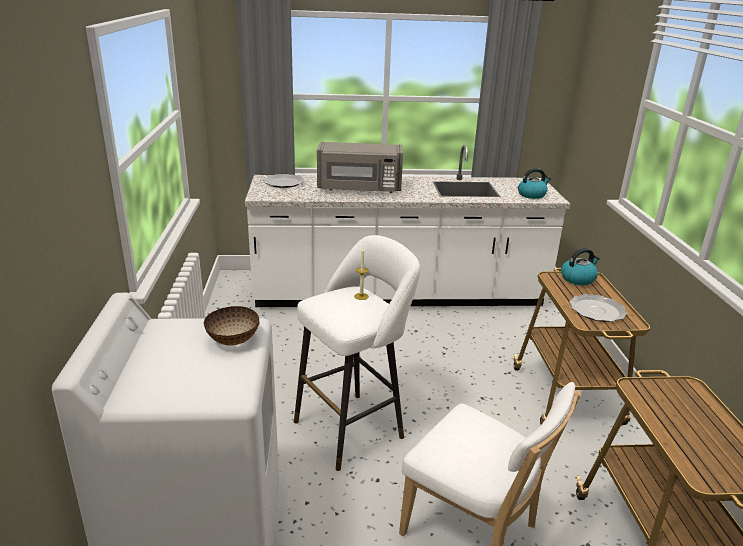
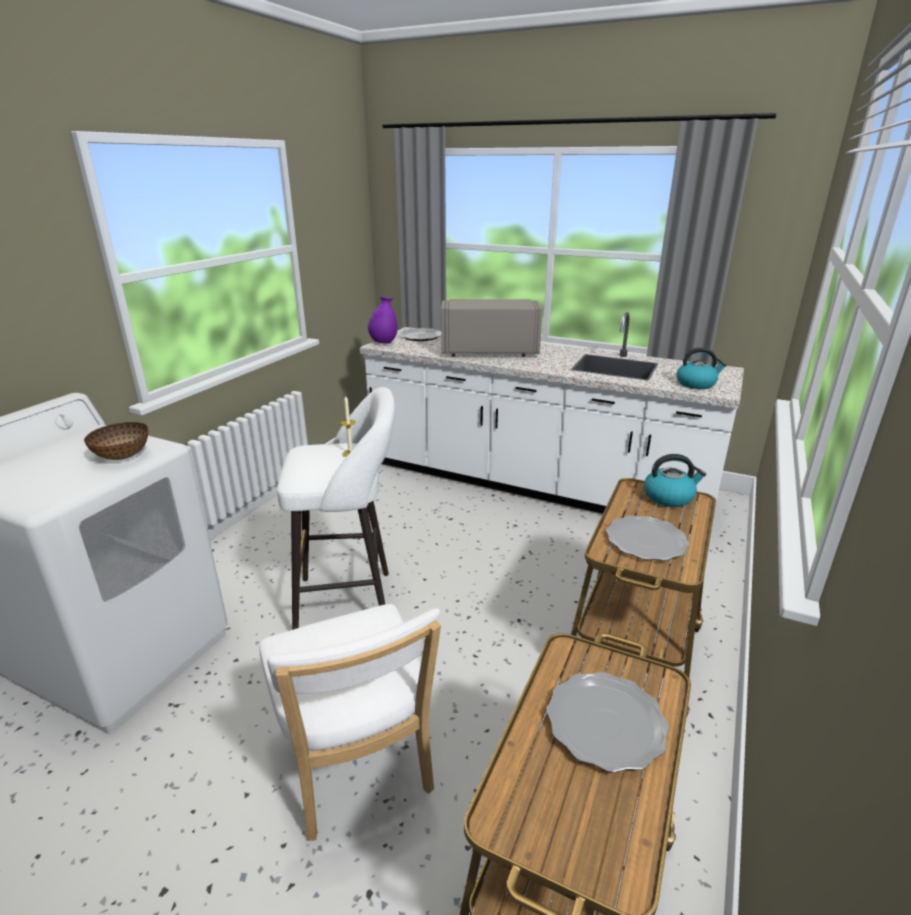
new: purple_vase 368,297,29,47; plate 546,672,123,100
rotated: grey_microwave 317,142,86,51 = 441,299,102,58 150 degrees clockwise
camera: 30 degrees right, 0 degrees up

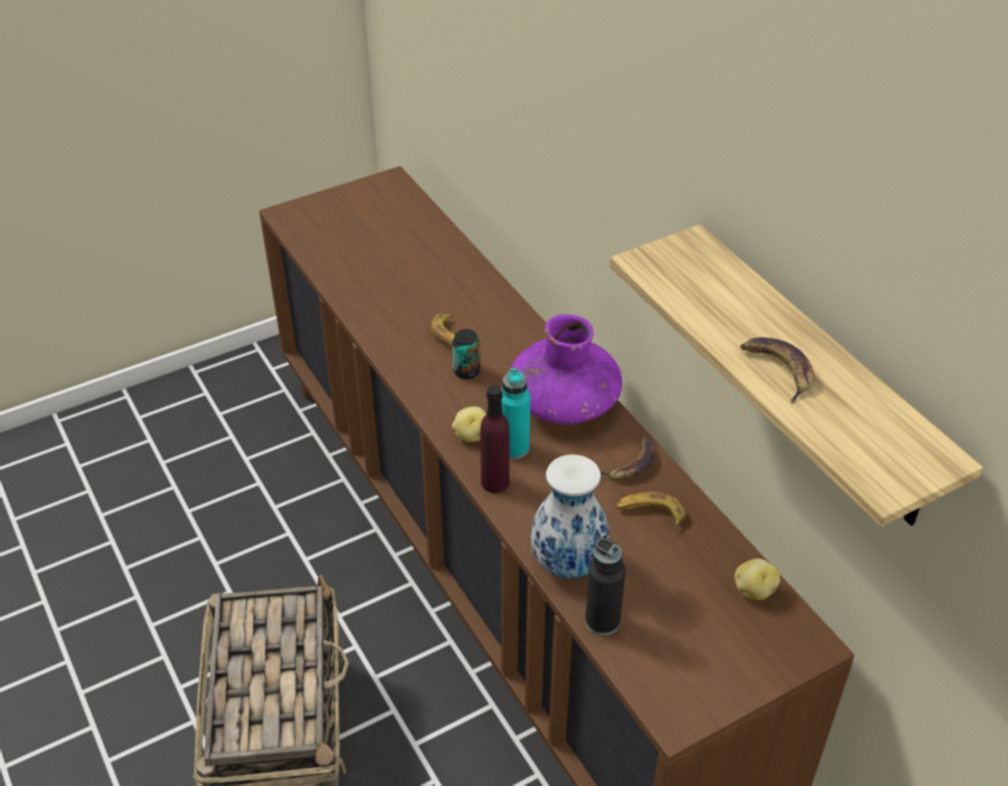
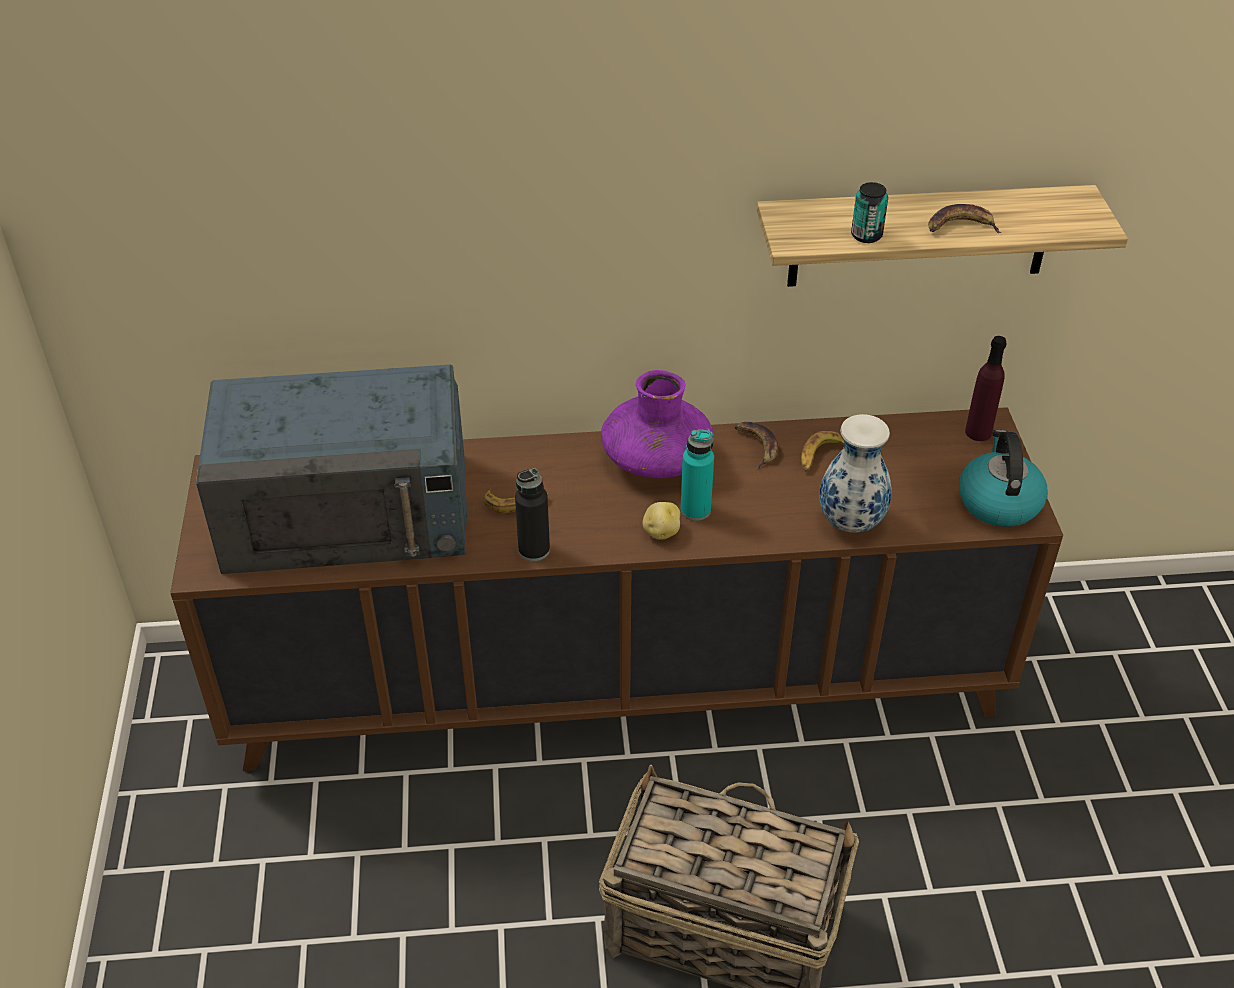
gone: potato 735,558,45,42
new: blue_microwave 196,364,271,210; kettle 959,430,89,97
shifted: black_bottle 585,537,41,98 to 515,468,35,93; can 452,329,29,50 to 851,182,37,61; purple_bottle 480,385,30,108 to 965,336,42,105
camera: 65 degrees left, 0 degrees up

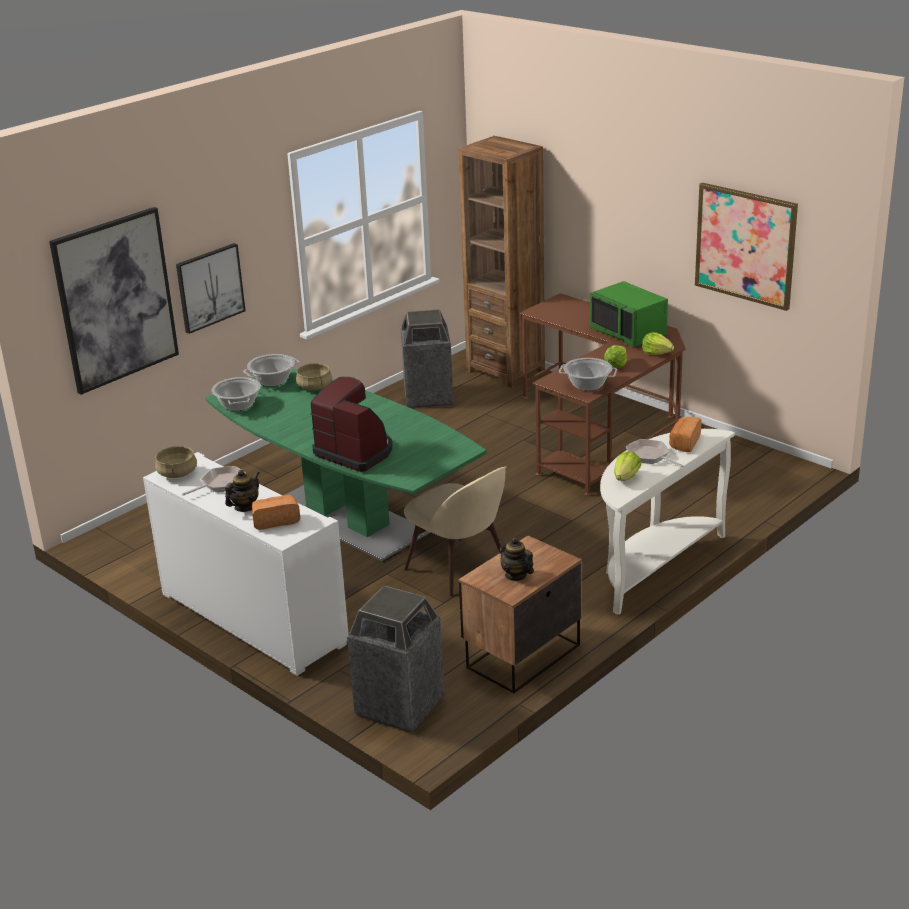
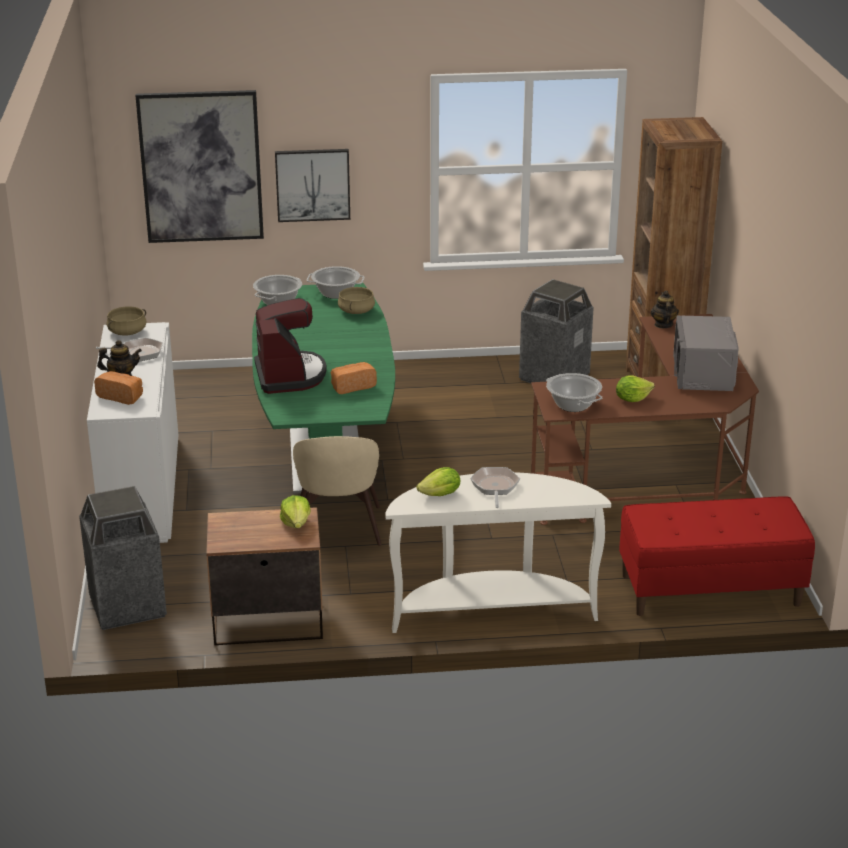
gone: picture 695,183,103,128
new: red_bench 619,497,196,119
shifted: lettuce 642,332,32,23 to 280,495,31,33; bread 669,417,33,35 to 331,362,46,32; teapot 499,537,35,44 to 651,291,28,37
repainted: green_microwave 590,281,78,66 to grey_microwave 673,315,66,76
camera: 40 degrees right, 0 degrees up

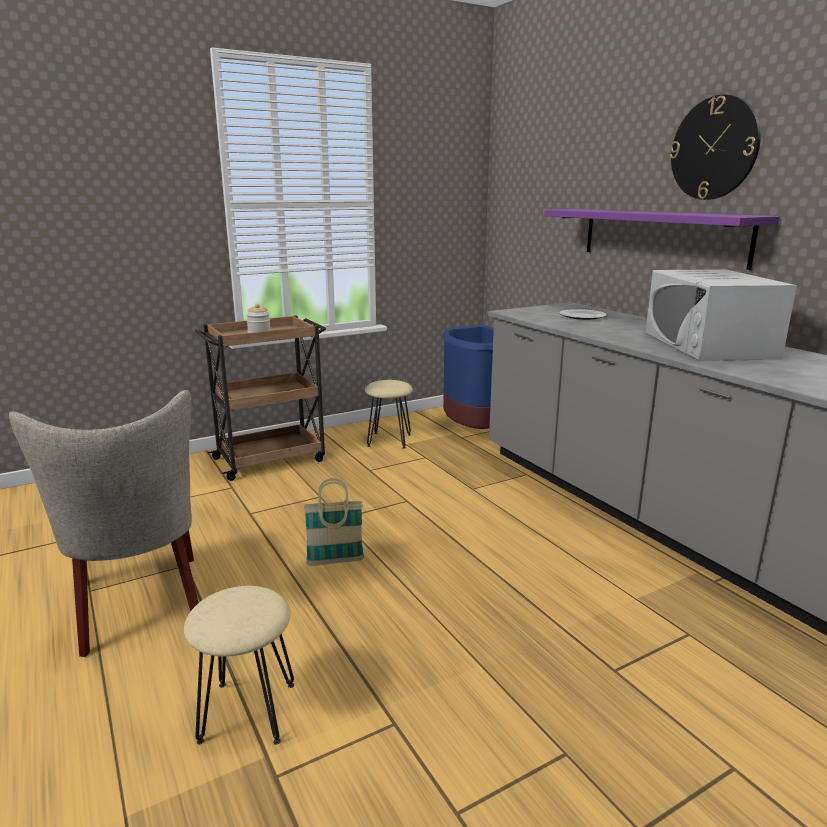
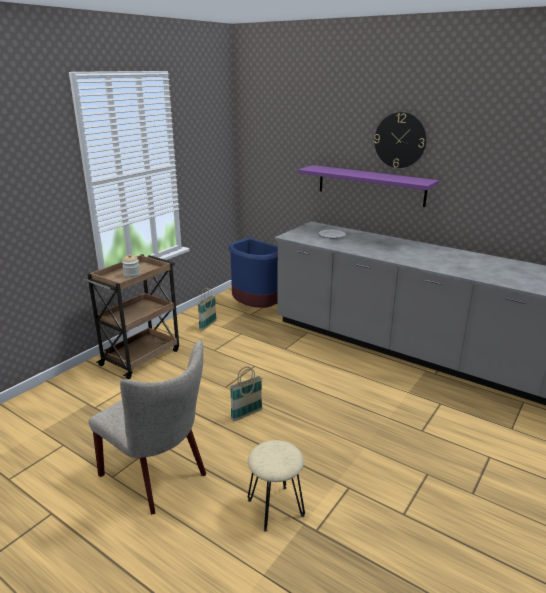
gone: white_microwave 645,269,152,92
swapped: beige_stool 365,380,48,69 to basket 198,288,19,43
camera: 25 degrees left, 5 degrees up

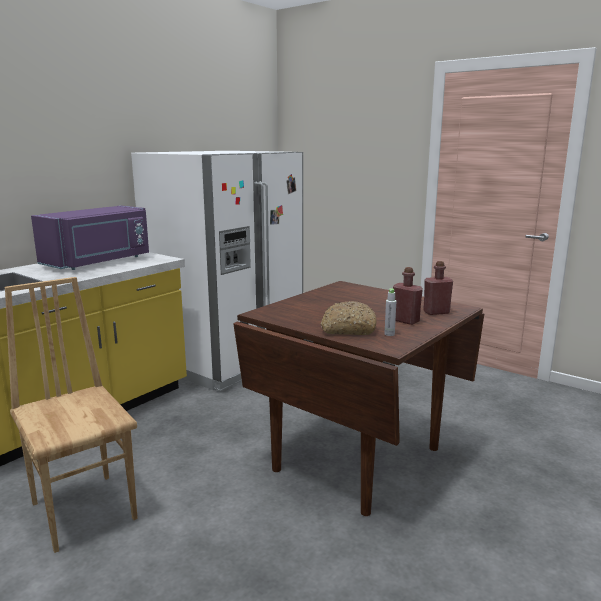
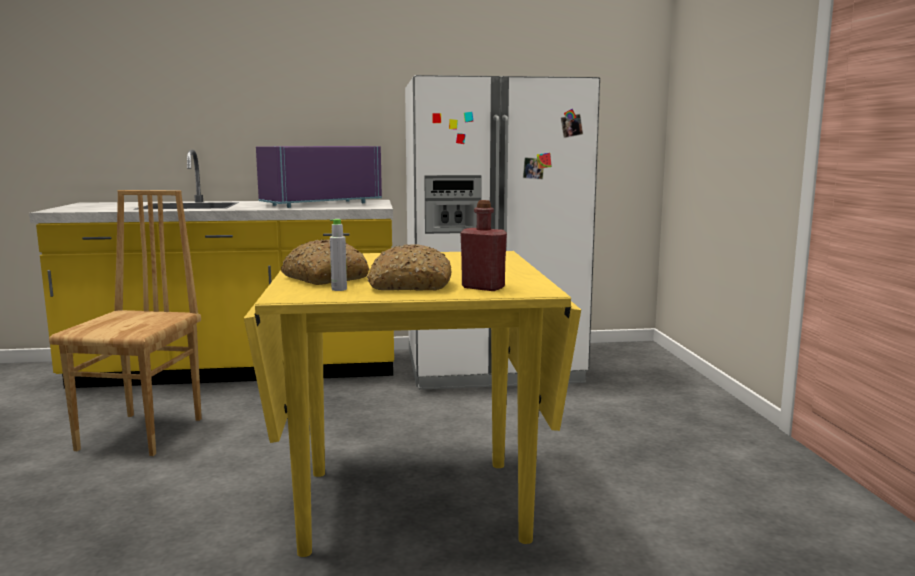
swapped: red_bottle 393,267,30,58 to bread 367,244,84,47
repainted: brown_dining_table 233,281,251,235 to yellow_dining_table 244,251,337,306
rotated: purple_microwave 31,205,118,65 = 256,146,126,62 150 degrees clockwise
camera: 45 degrees right, 5 degrees down

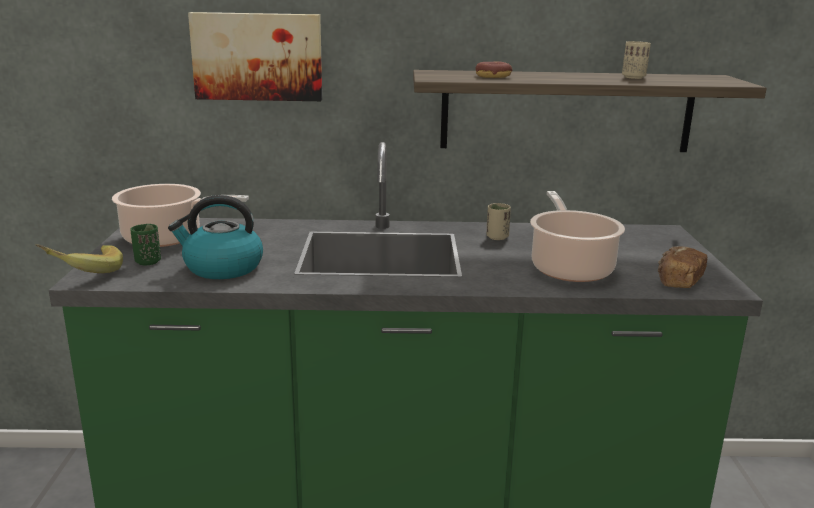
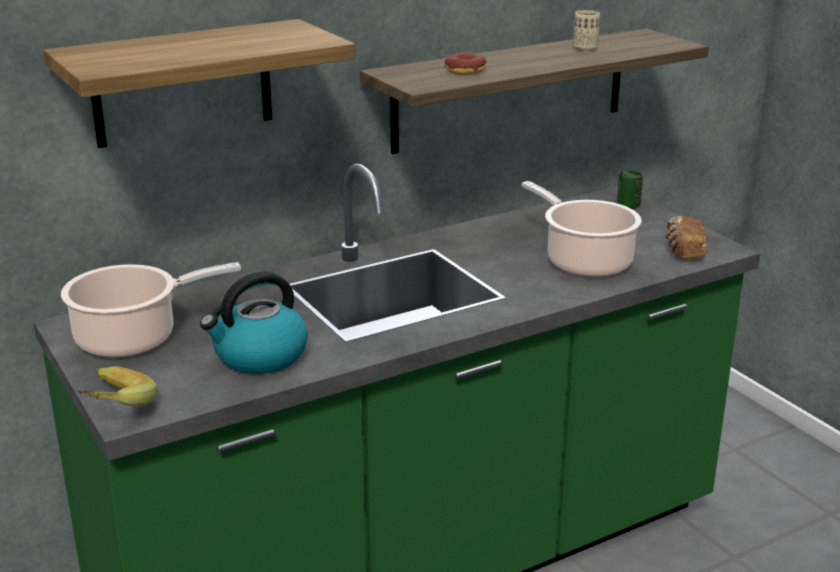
gone: beige_cup 487,203,24,37
shifted: green_cup 130,224,31,41 to 617,170,26,39
swapped: picture 188,12,134,89 to shelf 43,19,313,129
camera: 30 degrees left, 5 degrees up

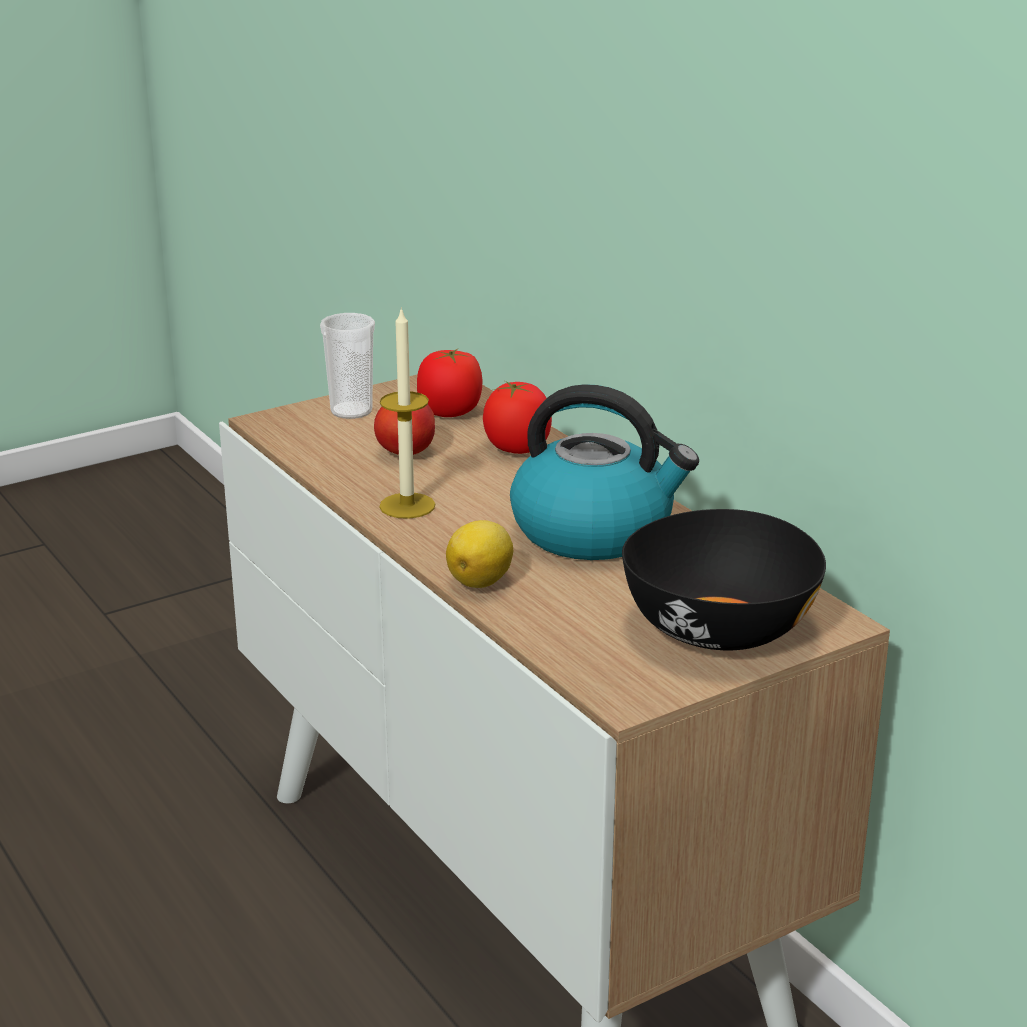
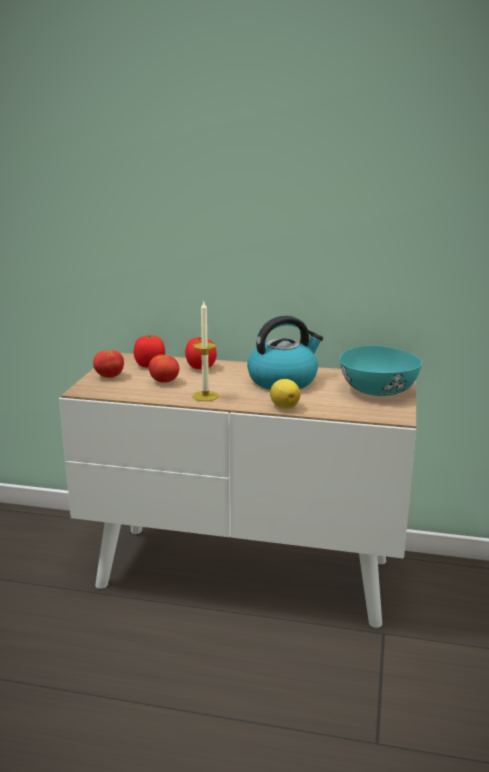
swapped: cup 320,313,55,106 to tomato 93,350,31,28
repainted: black_bowl 622,509,204,141 to turquoise_bowl 340,346,82,50
camera: 45 degrees left, 5 degrees down

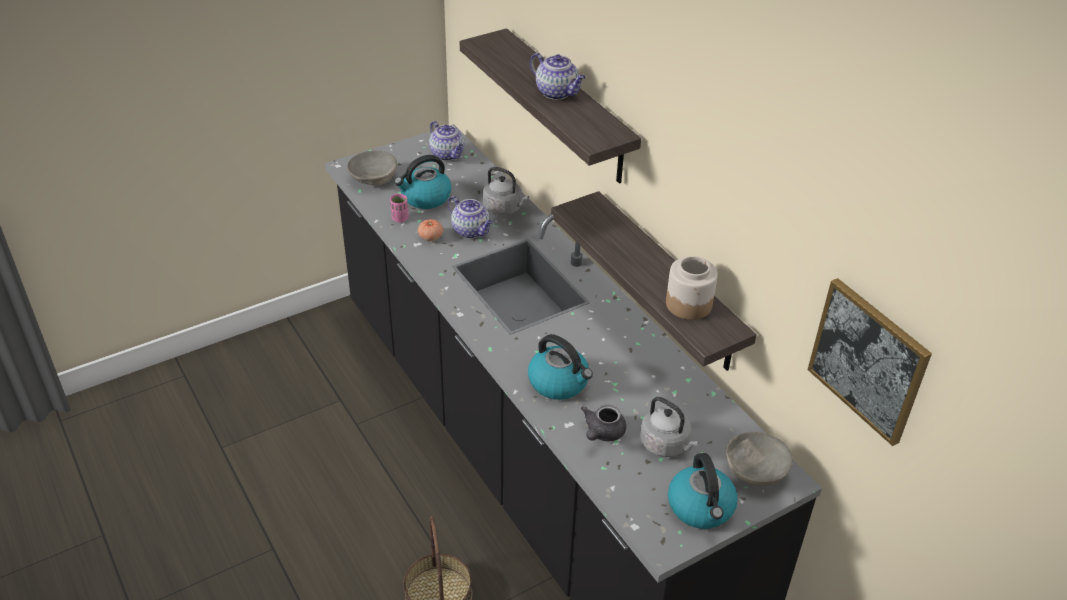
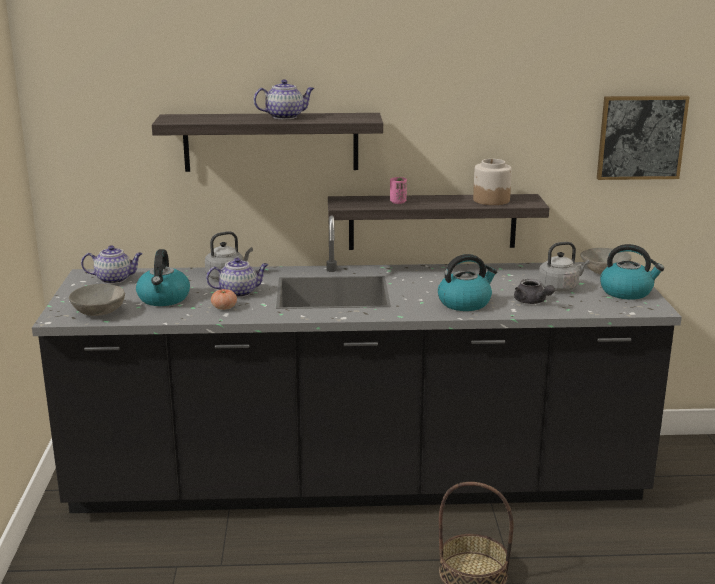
shifted: pink_cup 390,194,19,28 to 390,177,17,27
camera: 60 degrees left, 20 degrees down

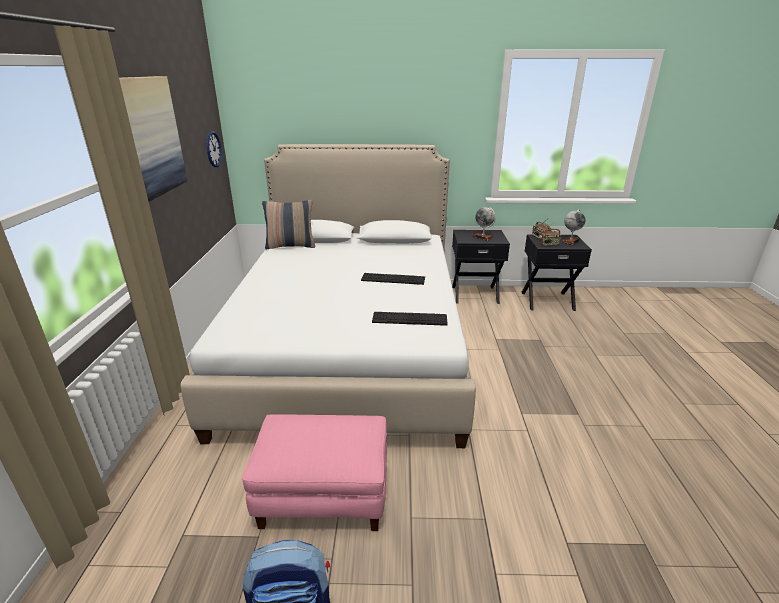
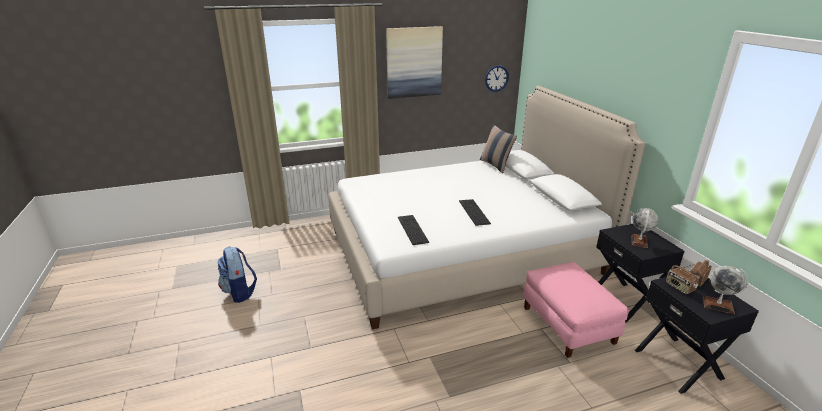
shifted: pink_ottoman 242,414,145,117 to 523,262,106,96
camera: 70 degrees right, 0 degrees up

